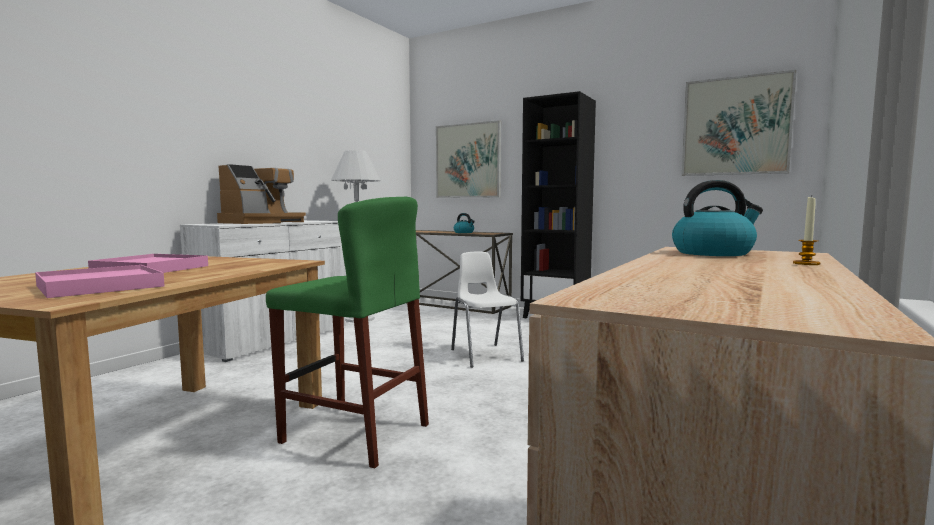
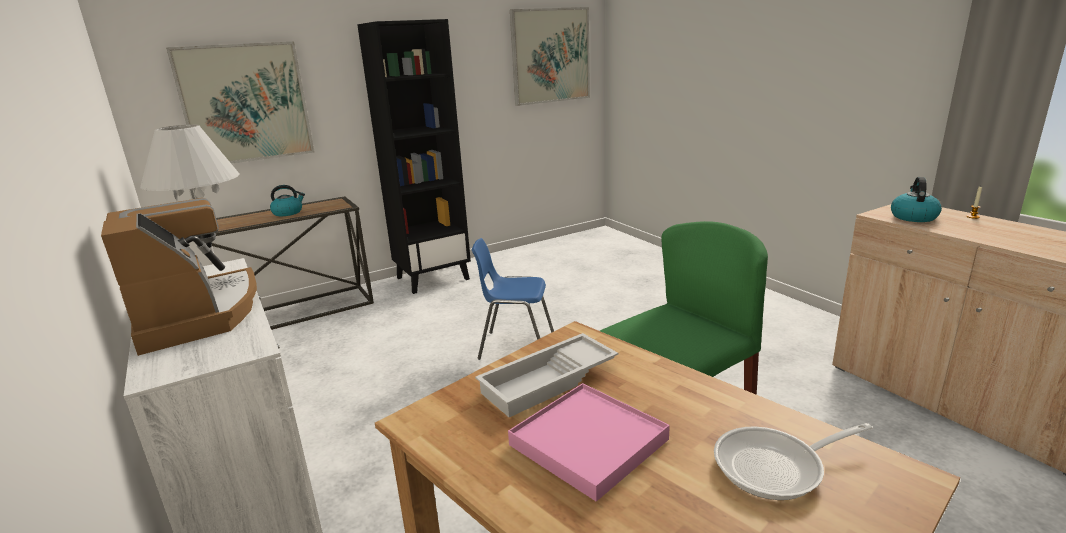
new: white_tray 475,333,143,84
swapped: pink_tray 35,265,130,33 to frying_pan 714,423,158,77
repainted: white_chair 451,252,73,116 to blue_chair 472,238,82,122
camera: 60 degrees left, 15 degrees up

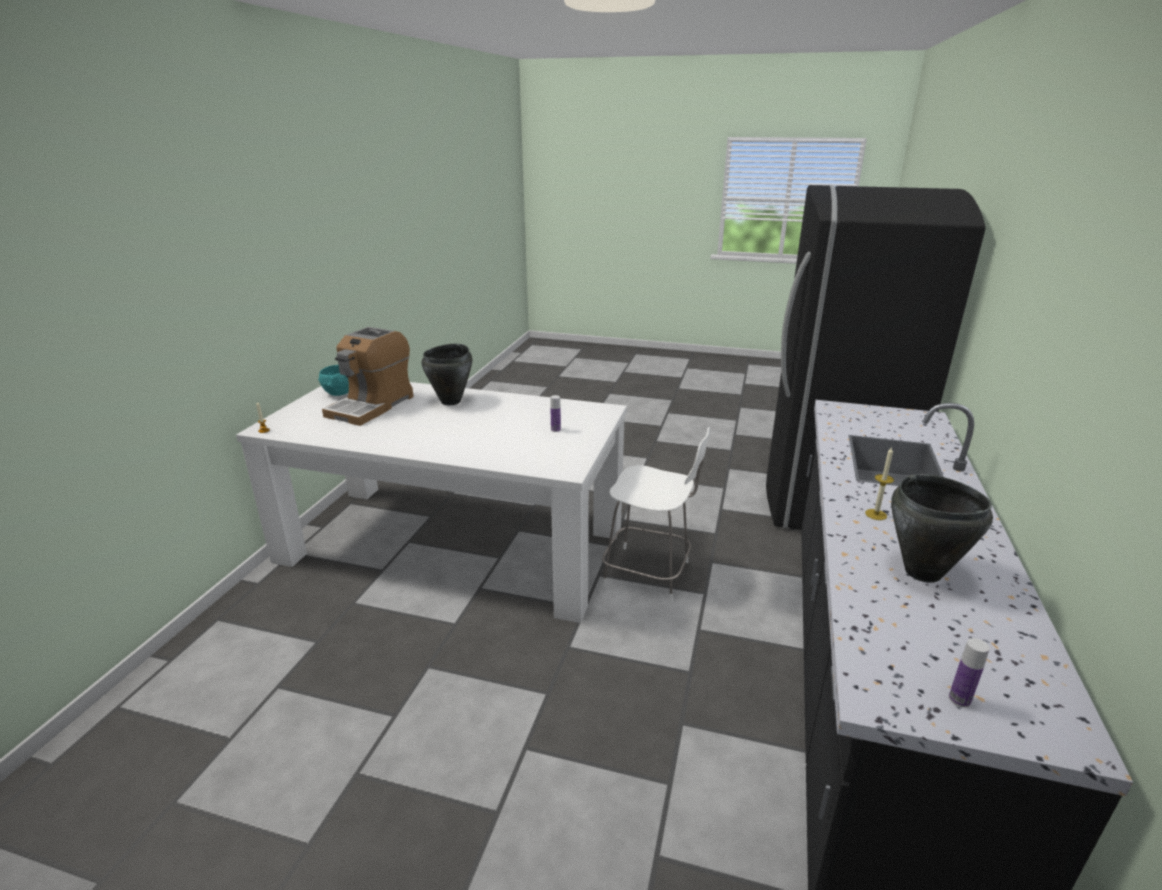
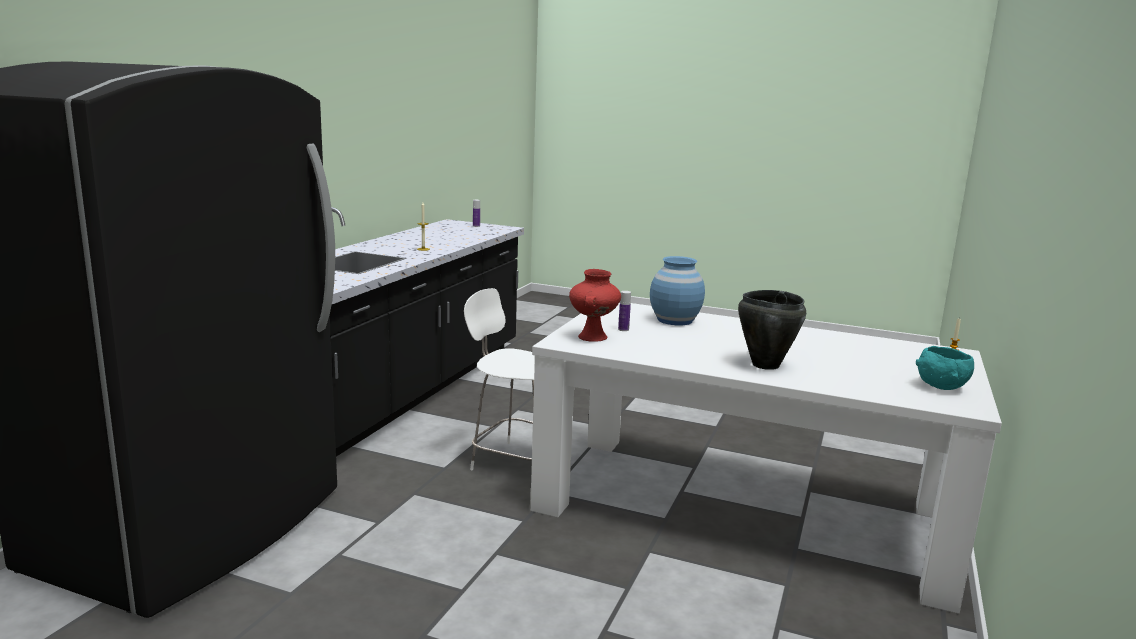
gone: coffee_machine 322,327,92,99; black_cooking_pot 891,474,102,109
new: red_vase 569,269,52,73; blue_vase 650,256,55,69
camera: 175 degrees left, 10 degrees down

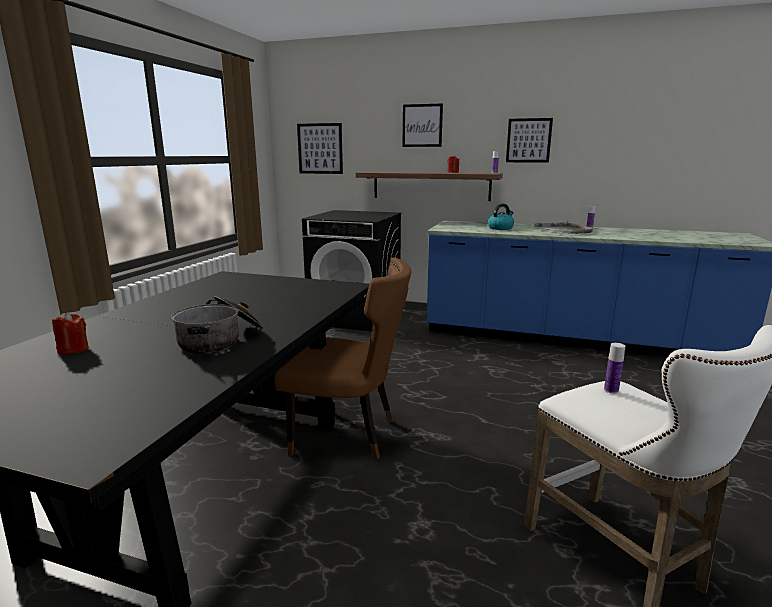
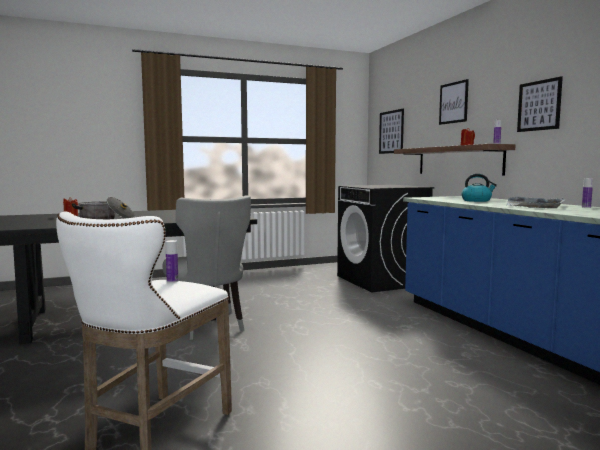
repainted: brown_chair 275,258,137,201 to grey_chair 163,195,88,145
camera: 50 degrees right, 10 degrees down

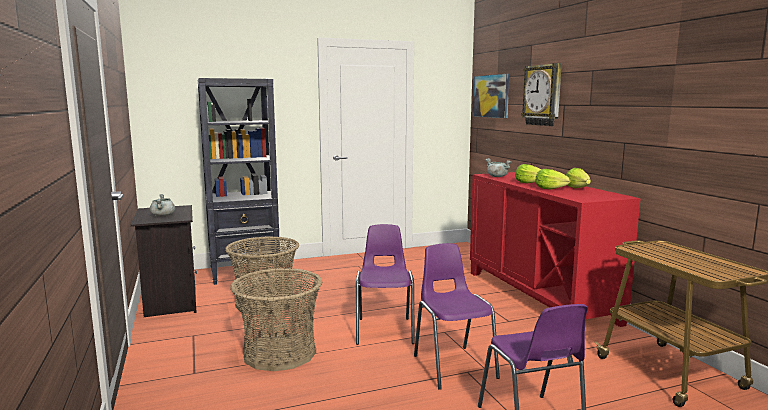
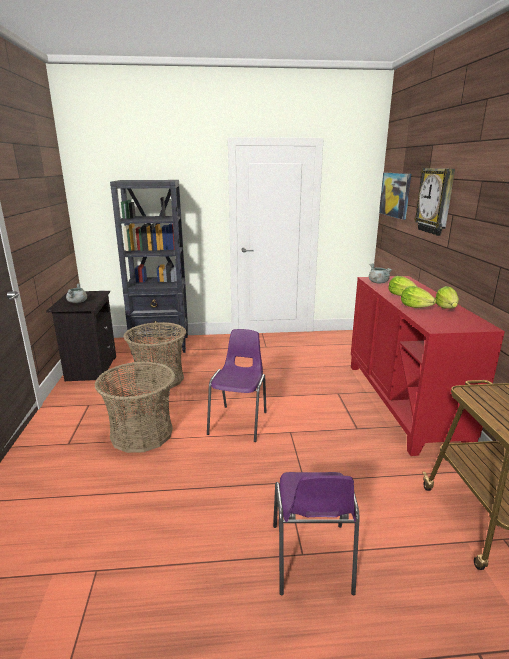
gone: purple_chair 414,243,86,147
camera: 15 degrees right, 10 degrees up

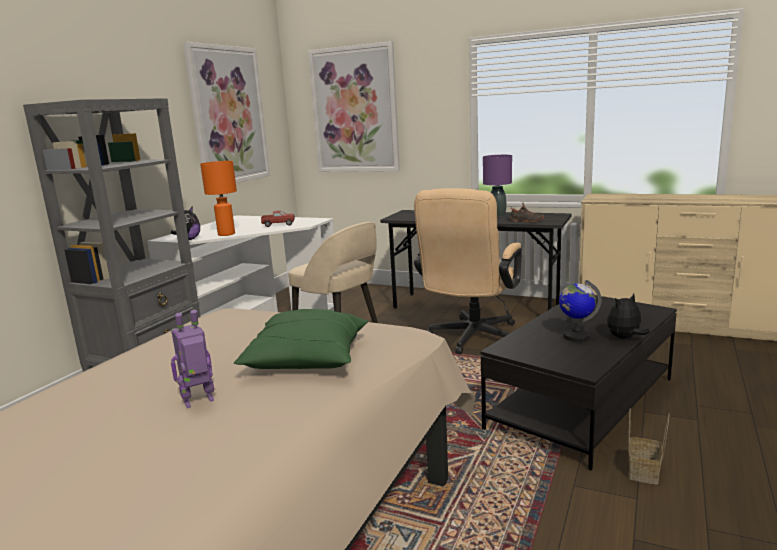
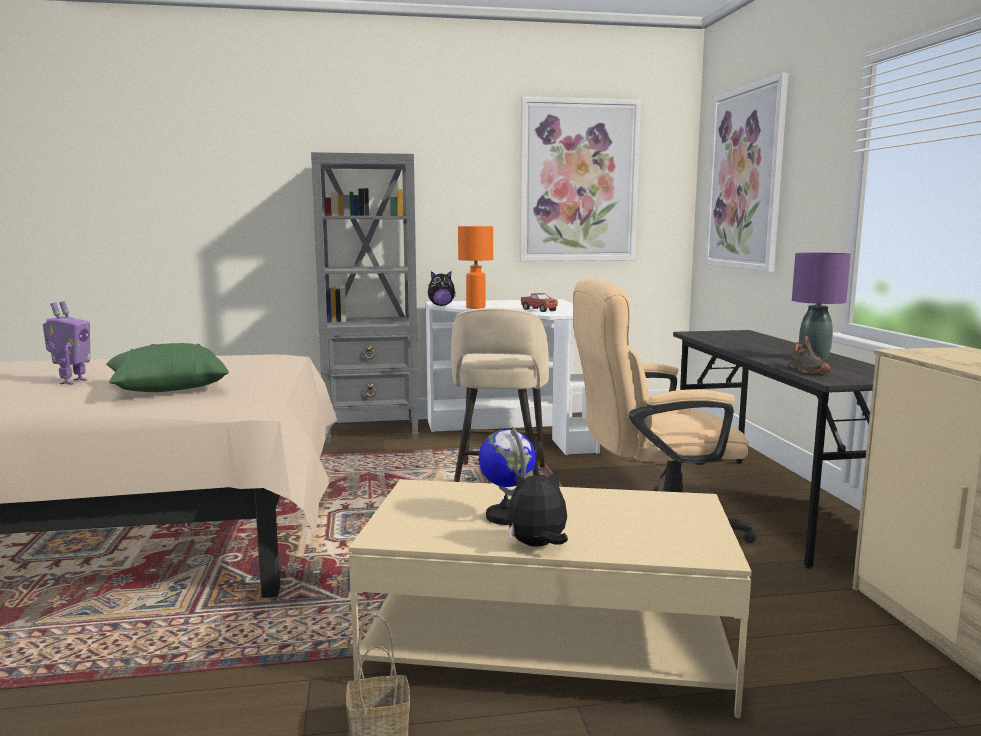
repainted: black_coffee_table 480,295,197,175 to beige_coffee_table 349,479,403,239
rotated: toy_robot 171,310,43,98 = 43,301,47,84 75 degrees clockwise; plush_toy 607,293,43,45 = 507,468,61,79 45 degrees counterclockwise
camera: 55 degrees right, 5 degrees down

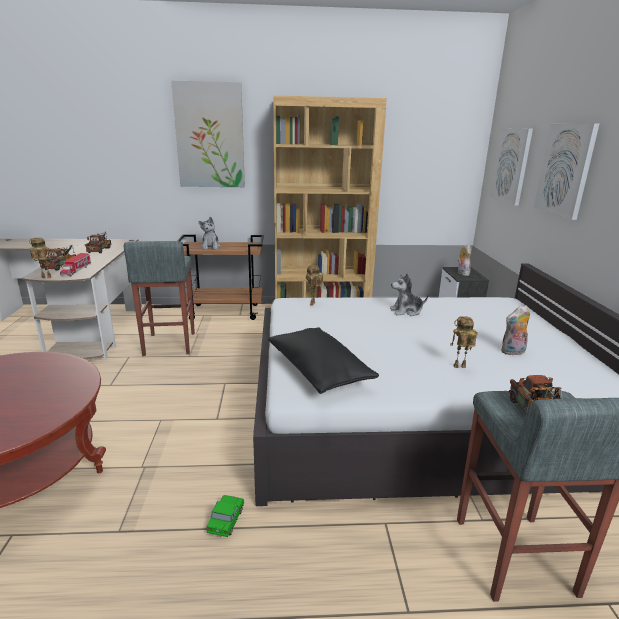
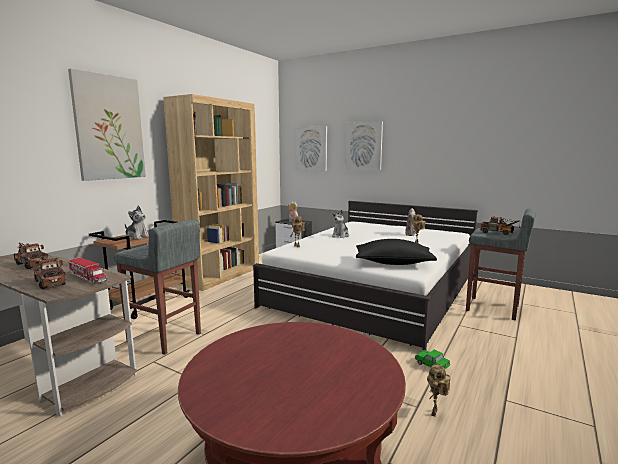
shifted: toy_robot 29,237,25,41 to 427,364,24,53
camera: 55 degrees left, 10 degrees down

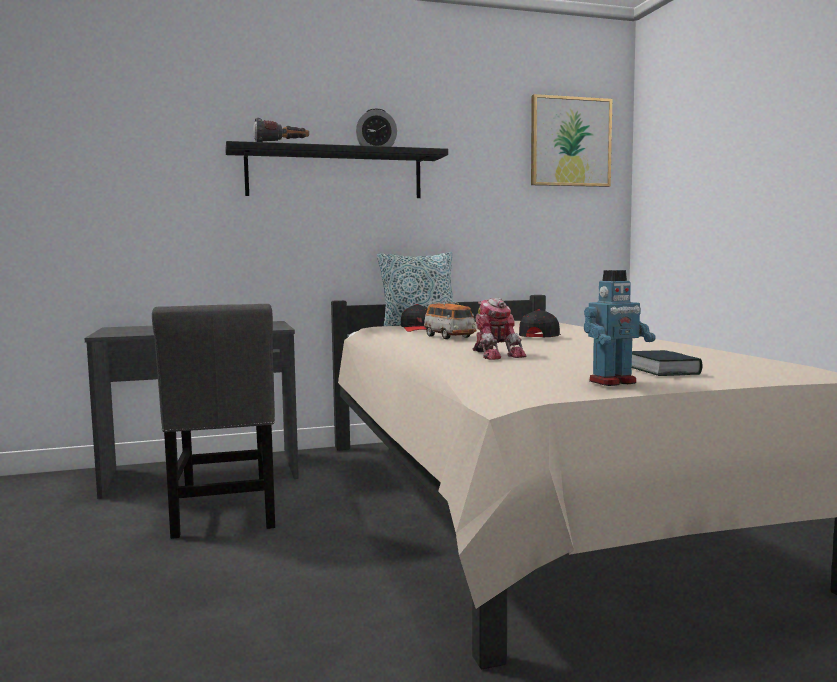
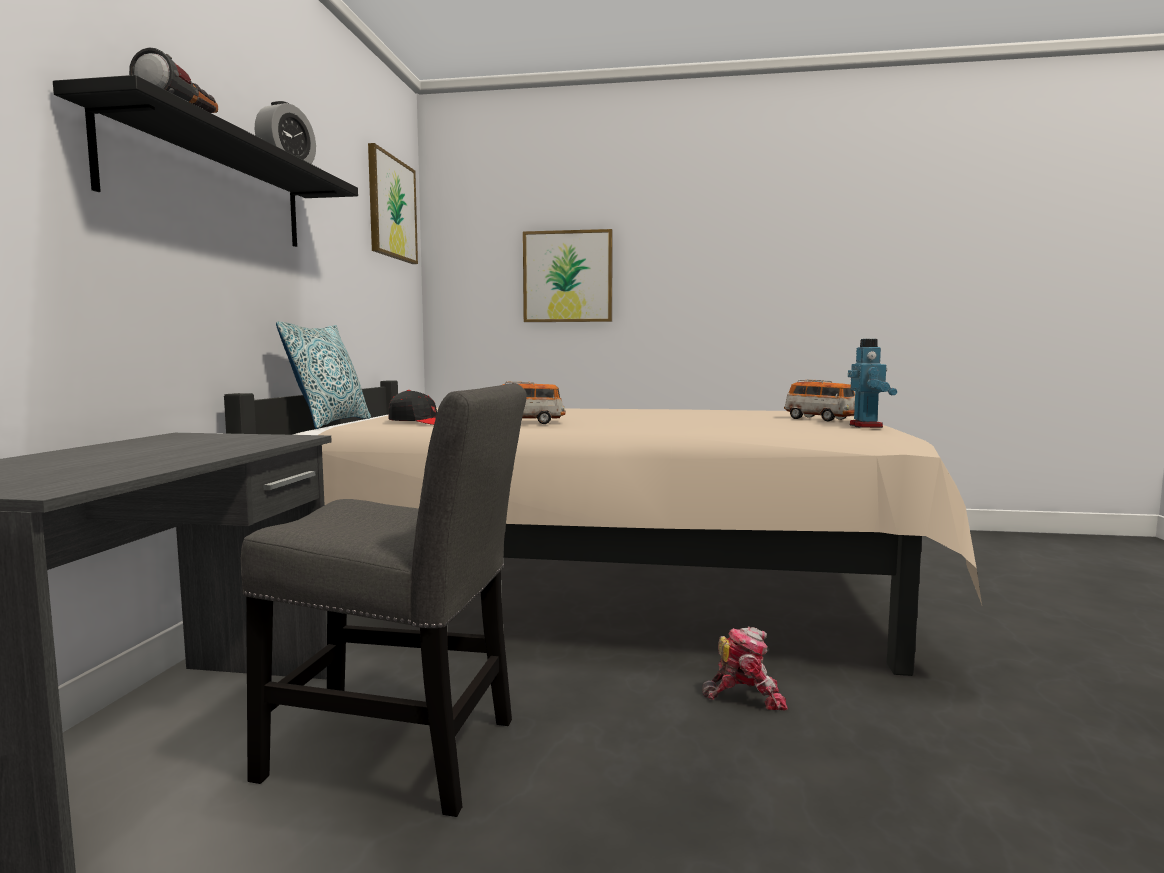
gone: black_cap 519,309,42,28
new: picture 523,229,90,93
shifted: toy_robot 472,298,54,62 to 702,627,86,83
swapped: book 632,350,70,26 to toy_car 784,379,71,42
camera: 65 degrees left, 0 degrees up

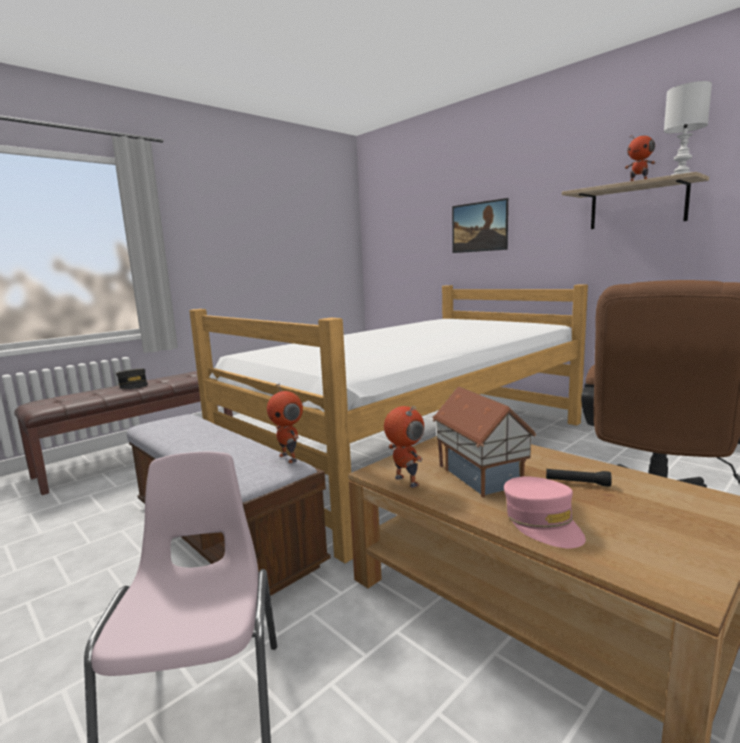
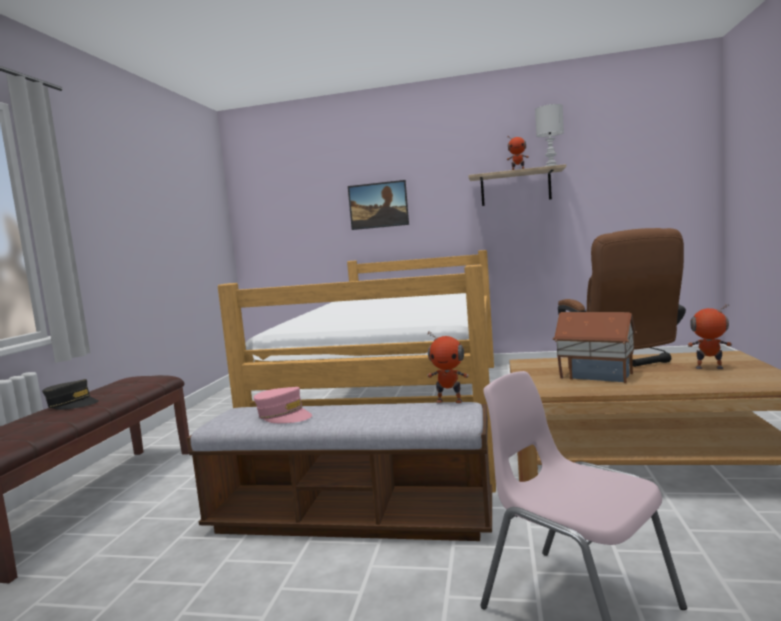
shifted: pink_cap 504,476,82,72 to 254,387,58,36; toy_robot 384,406,40,82 to 688,304,44,65
camera: 35 degrees left, 5 degrees down

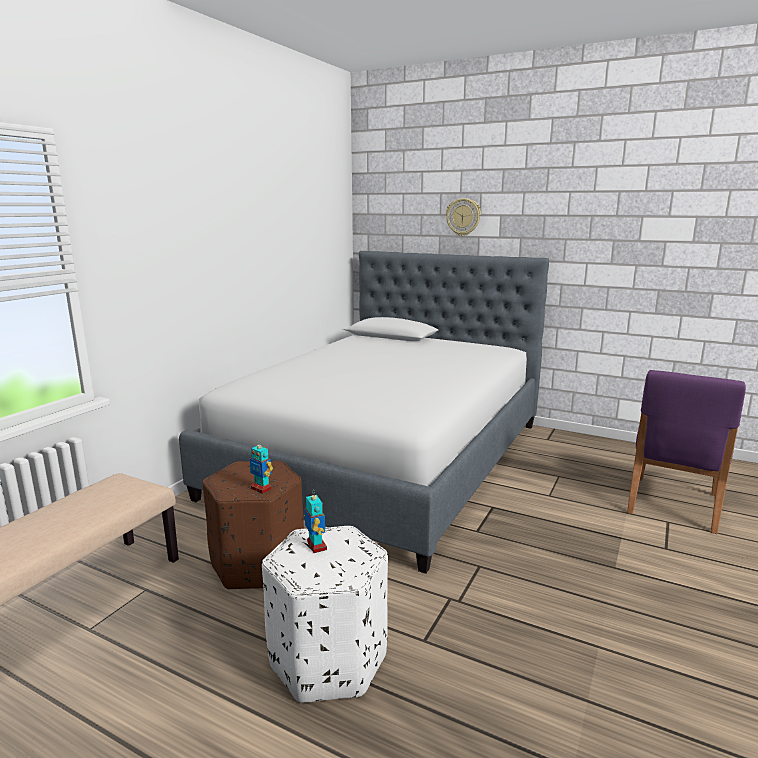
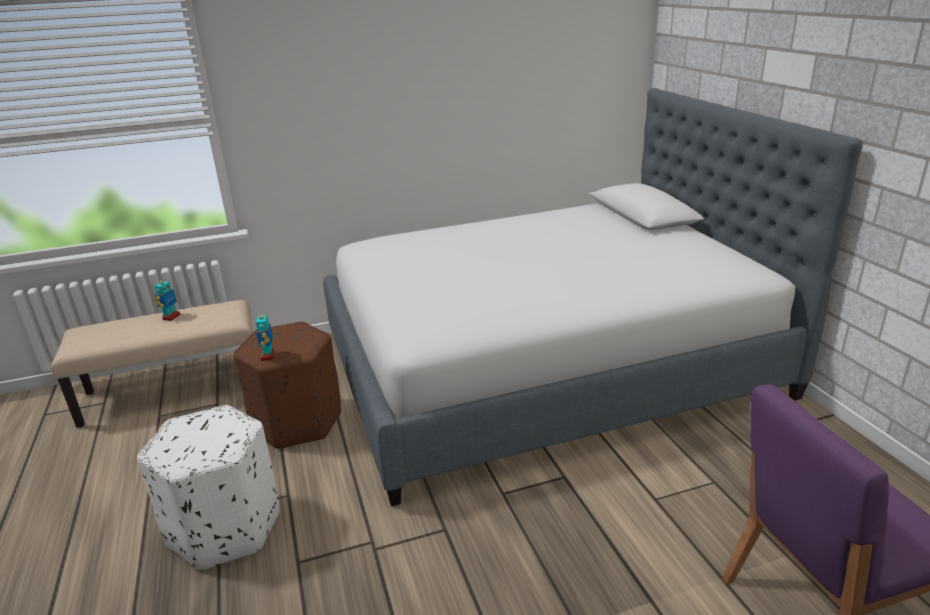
gone: wall_clock 446,198,35,38
shifted: toy_robot 304,492,23,61 to 155,278,26,43
camera: 45 degrees right, 10 degrees up

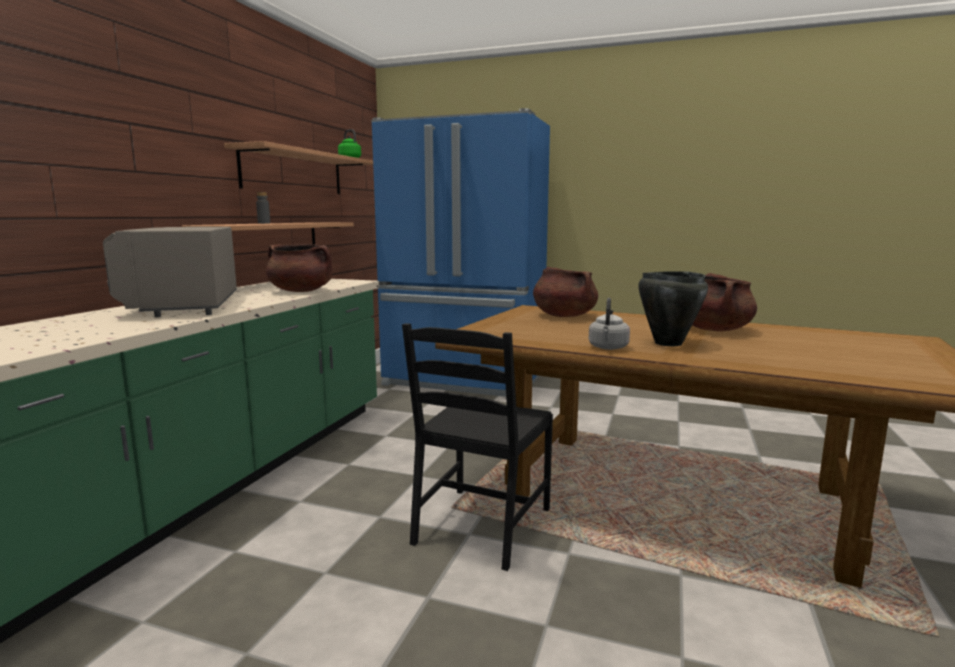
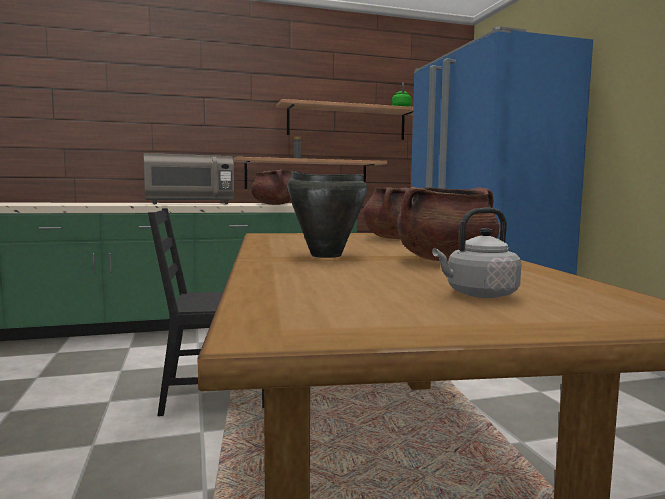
shifted: grey_kettle 589,298,41,52 to 432,208,90,90
rotated: grey_microwave 103,227,134,90 = 144,153,90,51 150 degrees counterclockwise
camera: 55 degrees right, 5 degrees down

